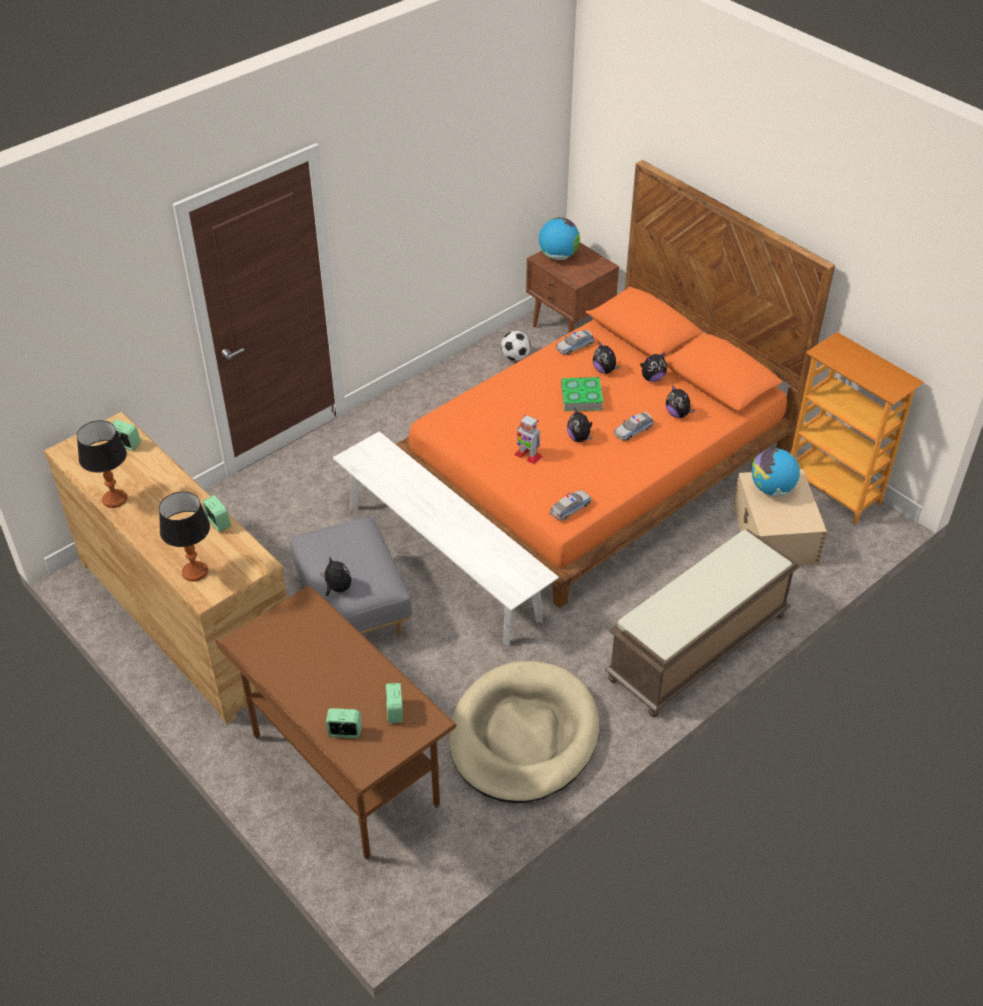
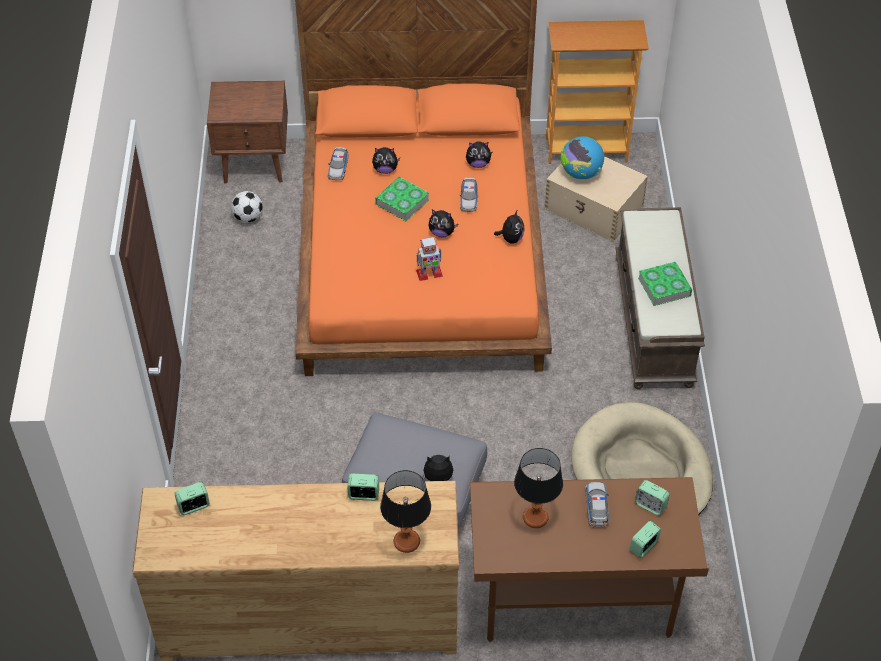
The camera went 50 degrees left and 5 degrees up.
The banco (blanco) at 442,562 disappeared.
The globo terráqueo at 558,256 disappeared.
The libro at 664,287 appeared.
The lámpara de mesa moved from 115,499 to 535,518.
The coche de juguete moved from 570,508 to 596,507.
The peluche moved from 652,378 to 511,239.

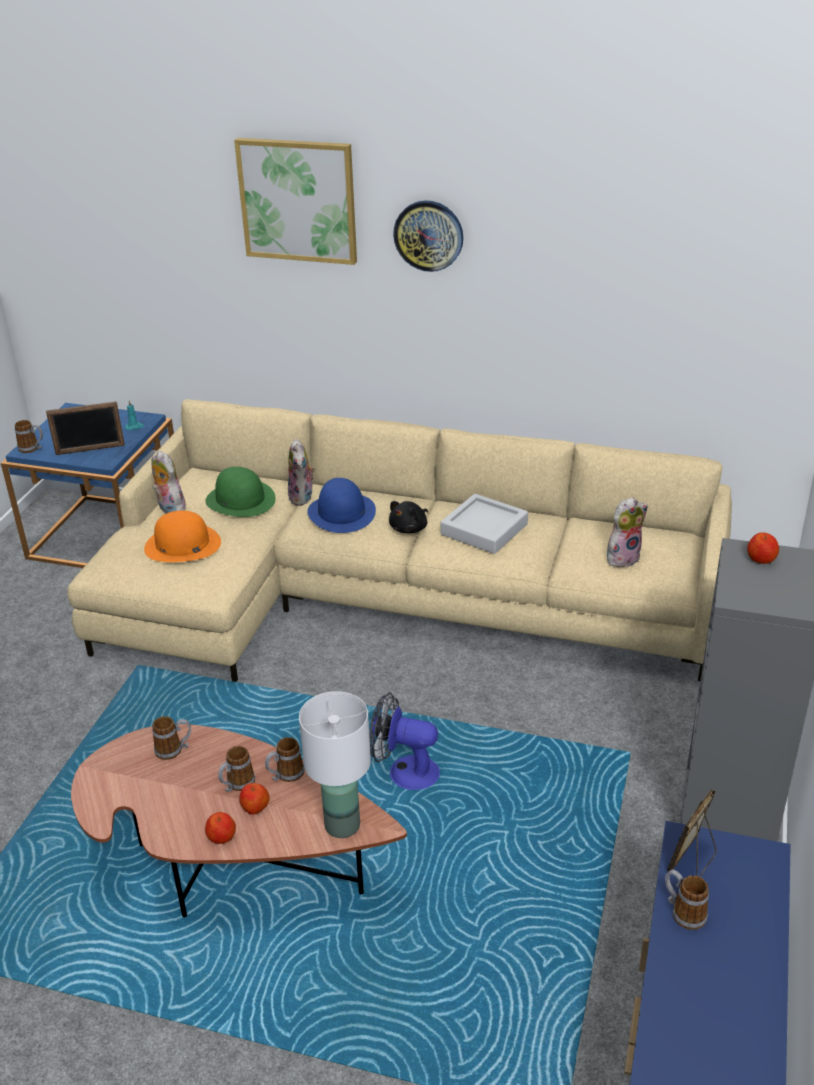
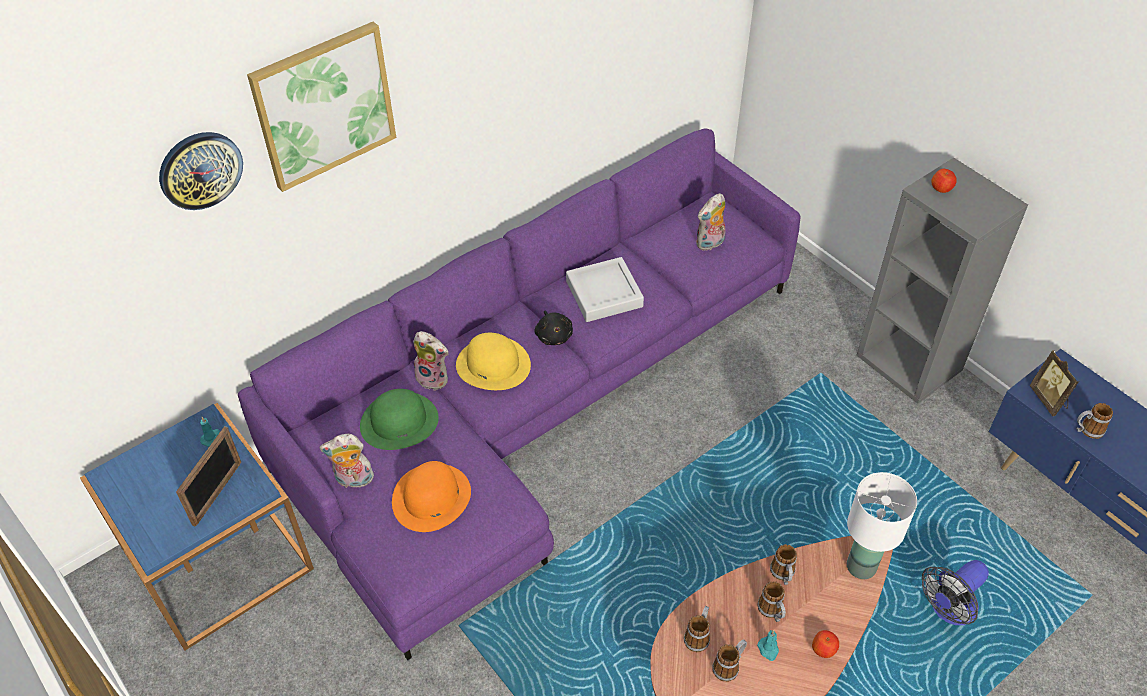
The camera went 55 degrees left and 15 degrees up.
The manzana at 255,807 disappeared.
The vela (turquesa) at 768,649 appeared.
The taza grande moved from 32,449 to 729,666.
The ventilador moved from 404,771 to 948,610.
The reloj de pared moved from 428,235 to 200,170.
The sofá (beis) at 386,599 became the sofá (morado) at 530,406.
The sombrero (azul) at 342,513 became the sombrero (amarillo) at 493,364.
The peluche at 623,557 turned 135 degrees counterclockwise.

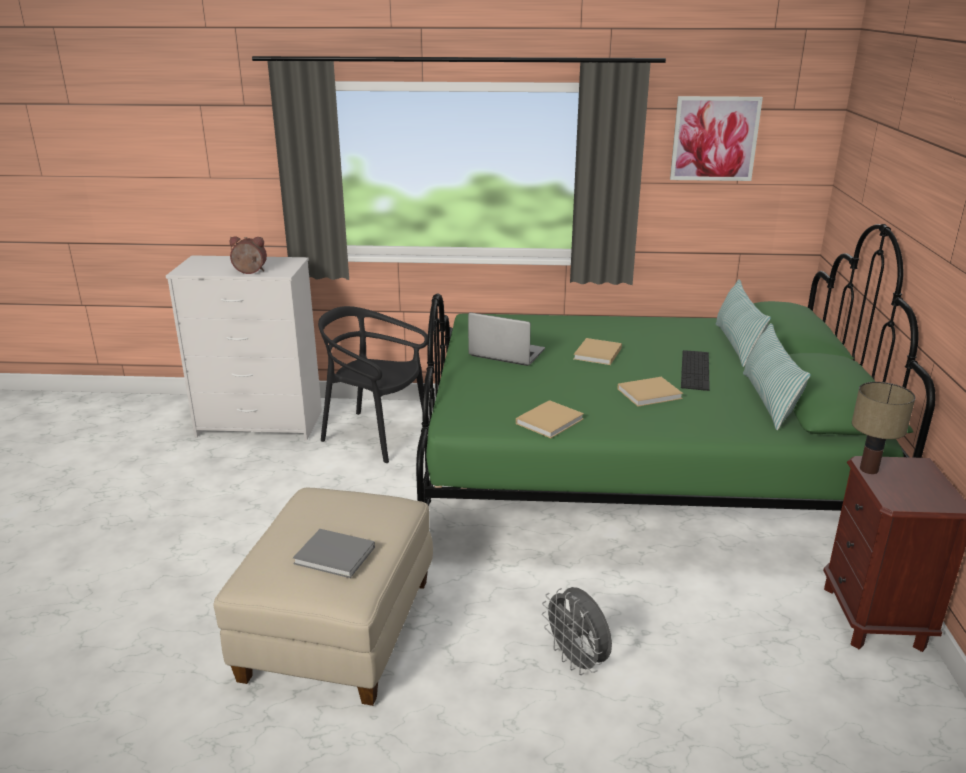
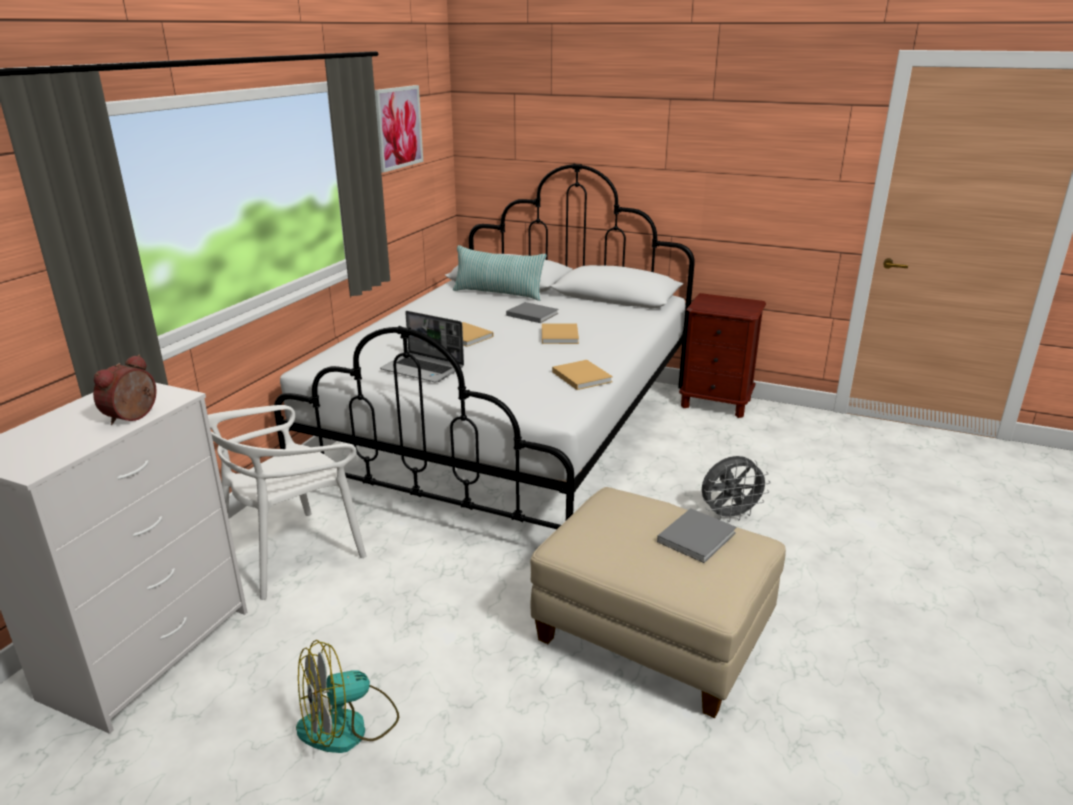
The camera went 70 degrees left and 0 degrees up.
The cojín at 768,400 disappeared.
The lámpara de mesa at 868,469 disappeared.
The ventilador at 348,725 appeared.
The teclado at 695,370 was replaced by the libro (gris) at 531,314.
The silla (negro) at 375,435 became the silla (blanco) at 293,554.
The cama (verde) at 633,480 became the cama (blanco) at 511,434.
The portátil at 505,353 turned 105 degrees counterclockwise.

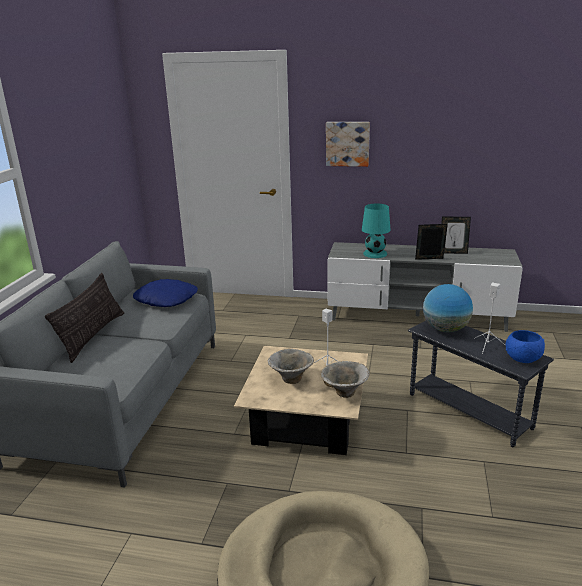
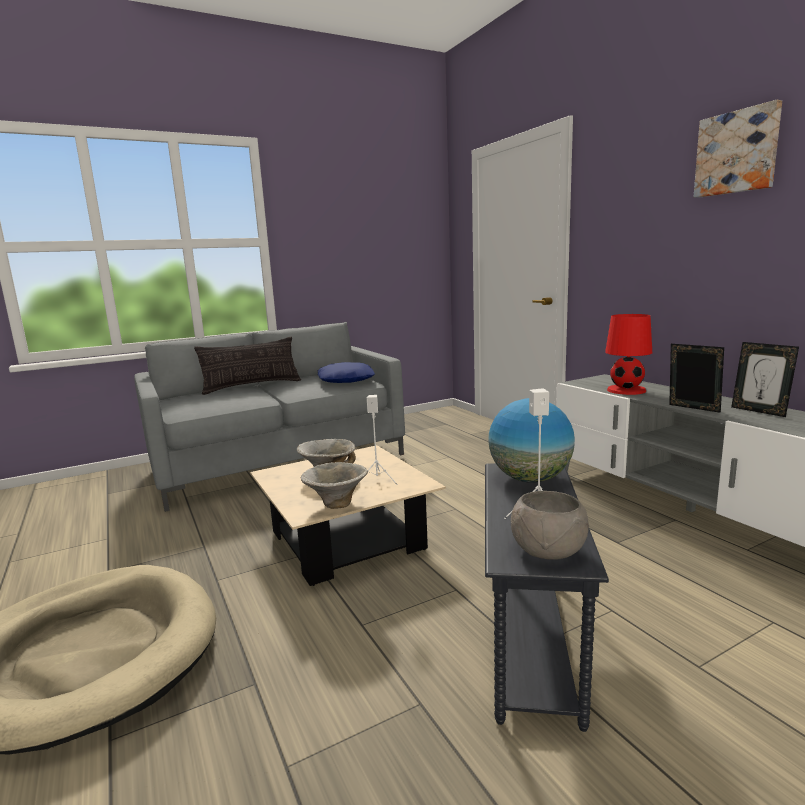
The camera went 50 degrees right and 10 degrees down.
The cuadro moved from 347,143 to 737,152.
The lámpara de mesa (turquesa) at 375,254 became the lámpara de mesa (rojo) at 626,390.
The cuenco (azul) at 523,359 became the cuenco (gris) at 549,552.

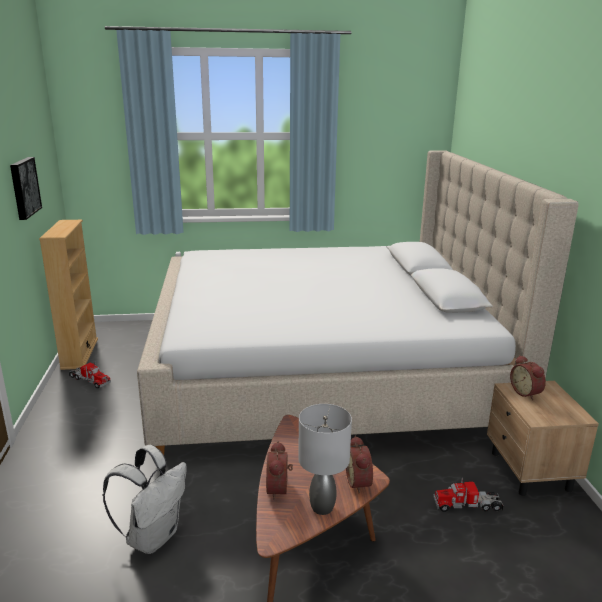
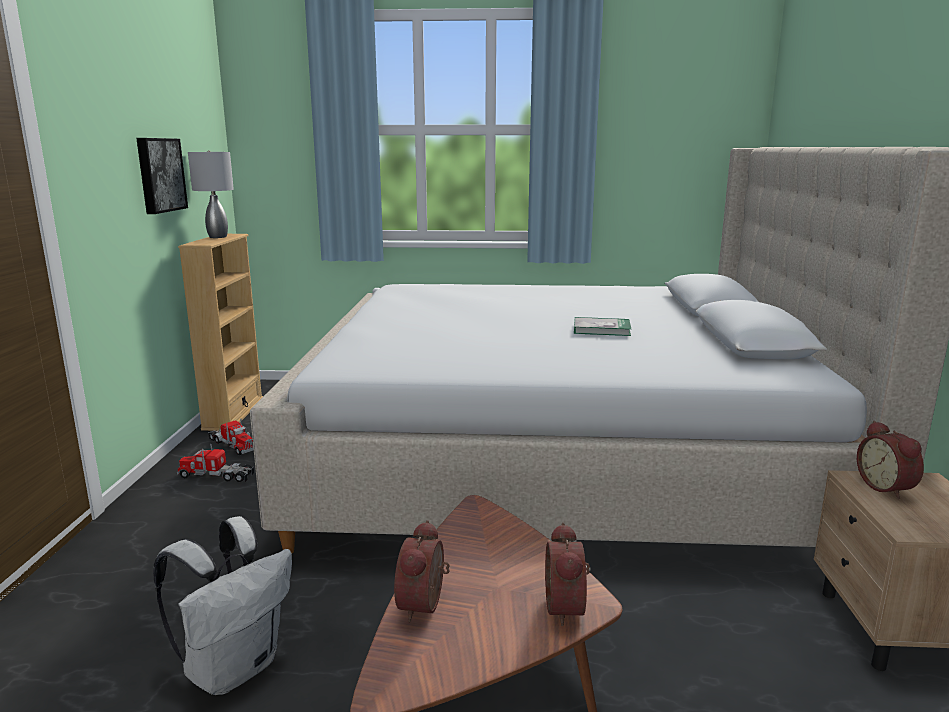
The camera went 10 degrees right and 5 degrees down.
The libro at 601,329 appeared.
The lámpara de mesa (gris) moved from 322,507 to 218,237.
The camión de juguete moved from 467,505 to 216,475.

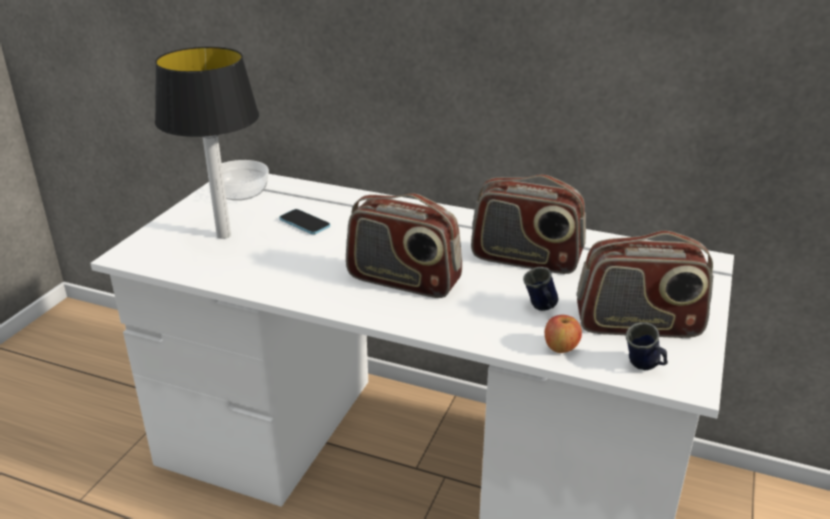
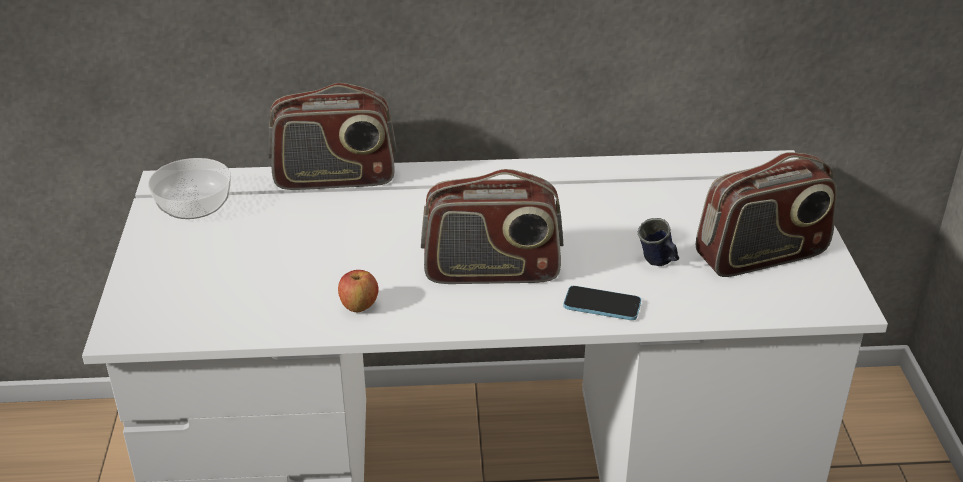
The camera went 25 degrees left and 5 degrees up.
The lámpara de mesa at 225,235 disappeared.
The taza grande (azul) at 644,367 disappeared.
The móvil moved from 304,223 to 602,305.
The radio moved from 525,259 to 335,178.
The manzana moved from 560,348 to 359,306.

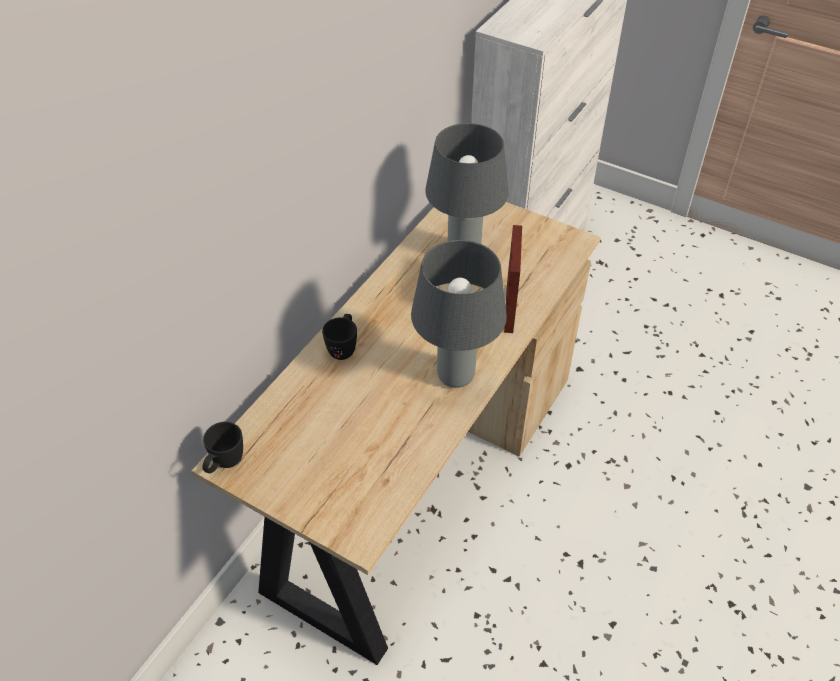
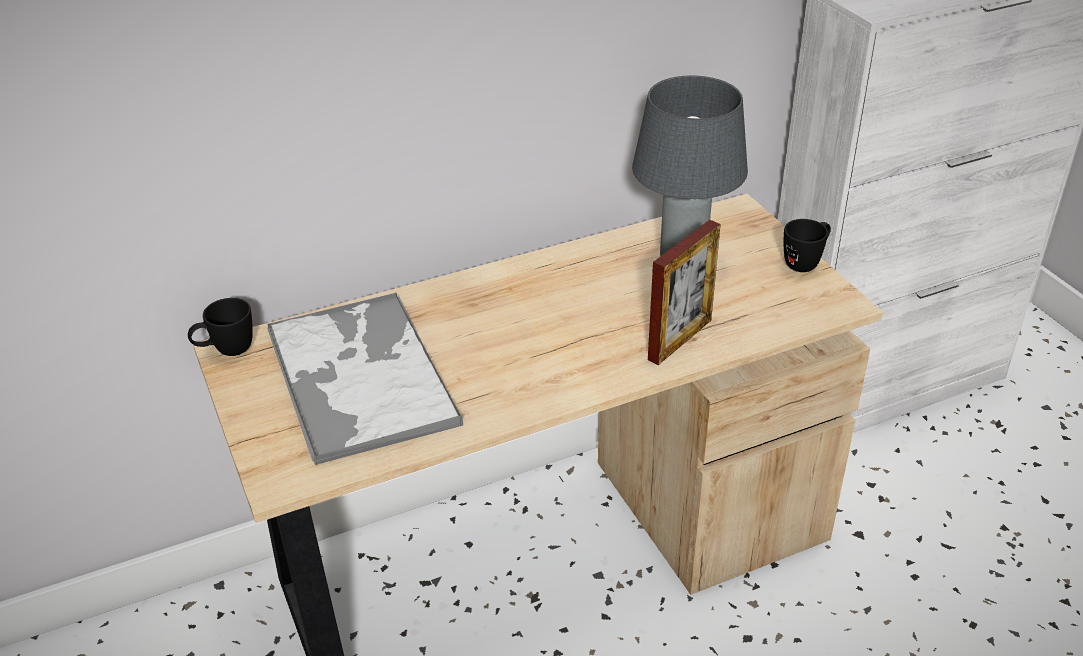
The camera went 35 degrees right and 10 degrees down.
The lámpara de mesa (gris) at 455,377 disappeared.
The bandeja at 359,375 appeared.
The taza grande (negro) moved from 343,348 to 805,263.

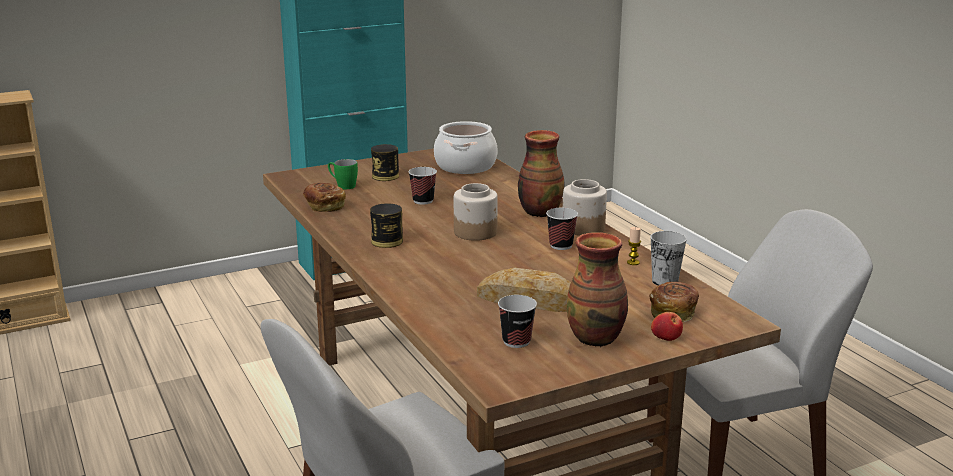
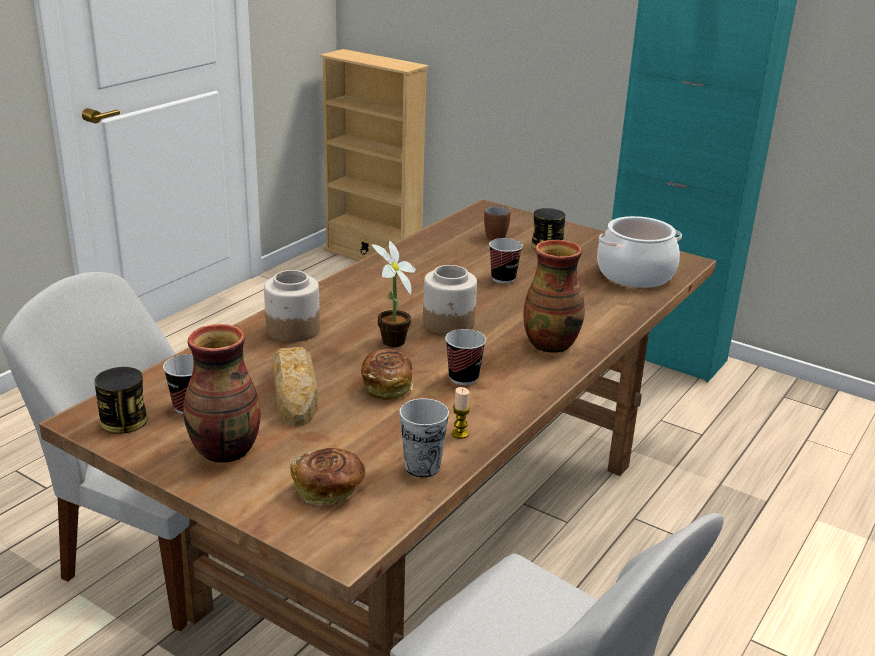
The camera went 60 degrees right and 5 degrees up.
The manzana at 666,337 disappeared.
The planta en maceta at 391,343 appeared.
The pan moved from 324,206 to 387,386.
The lata moved from 387,241 to 124,421.
The tarro moved from 583,228 to 292,330.
The taza grande (verde) at 342,185 became the taza grande (marrón) at 495,235.

